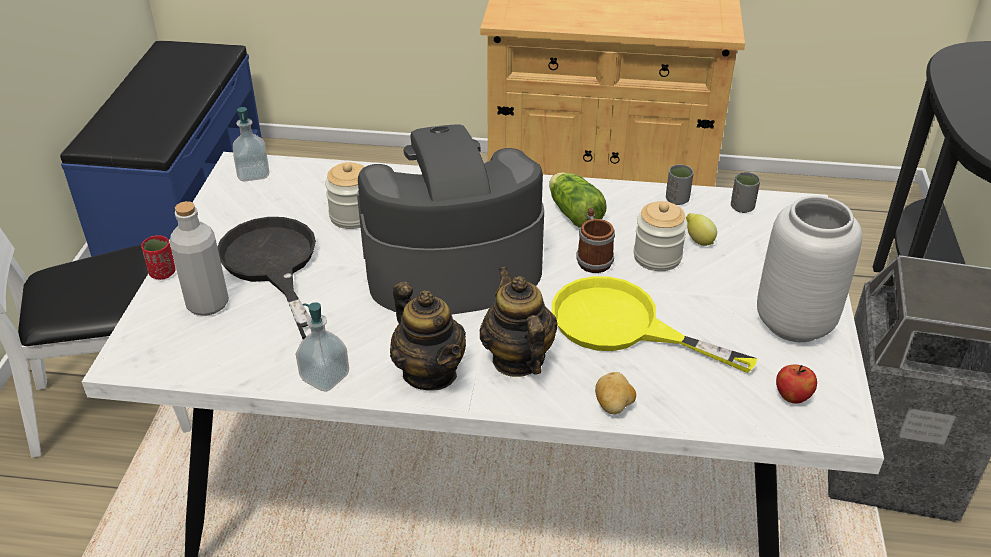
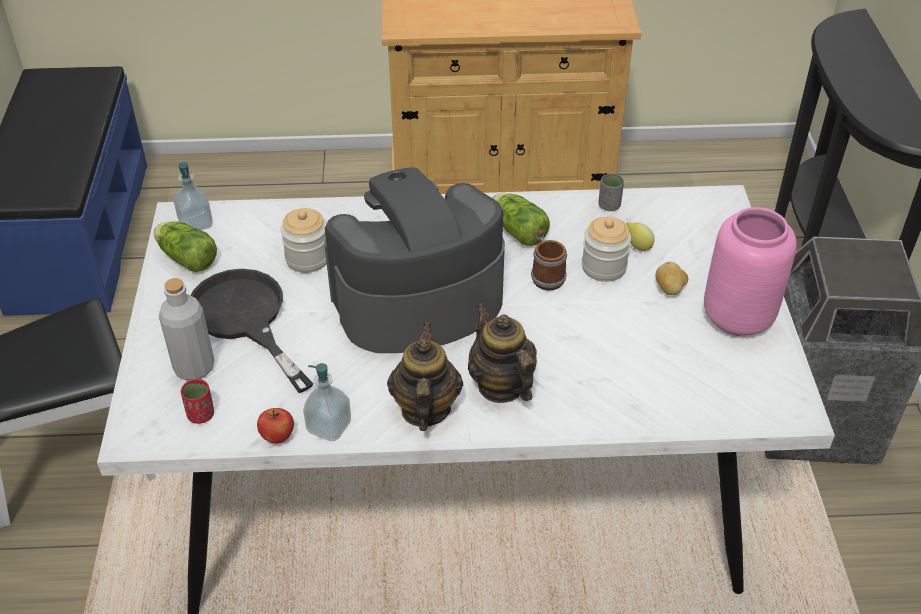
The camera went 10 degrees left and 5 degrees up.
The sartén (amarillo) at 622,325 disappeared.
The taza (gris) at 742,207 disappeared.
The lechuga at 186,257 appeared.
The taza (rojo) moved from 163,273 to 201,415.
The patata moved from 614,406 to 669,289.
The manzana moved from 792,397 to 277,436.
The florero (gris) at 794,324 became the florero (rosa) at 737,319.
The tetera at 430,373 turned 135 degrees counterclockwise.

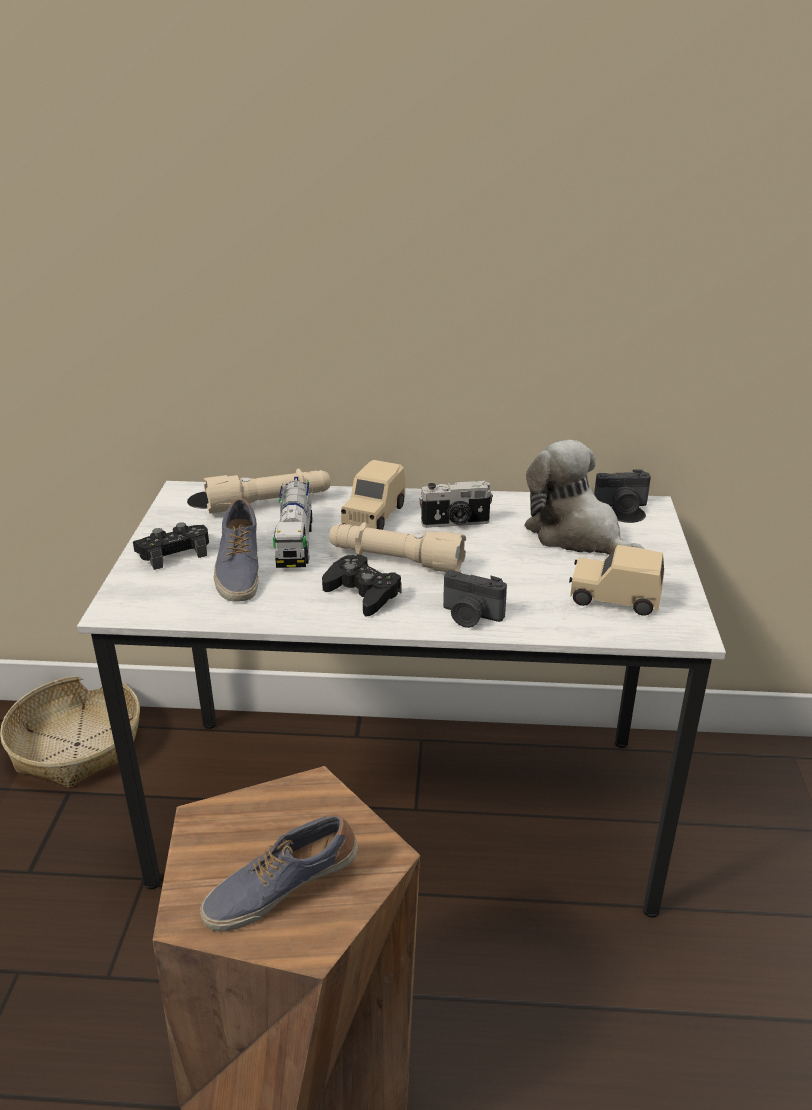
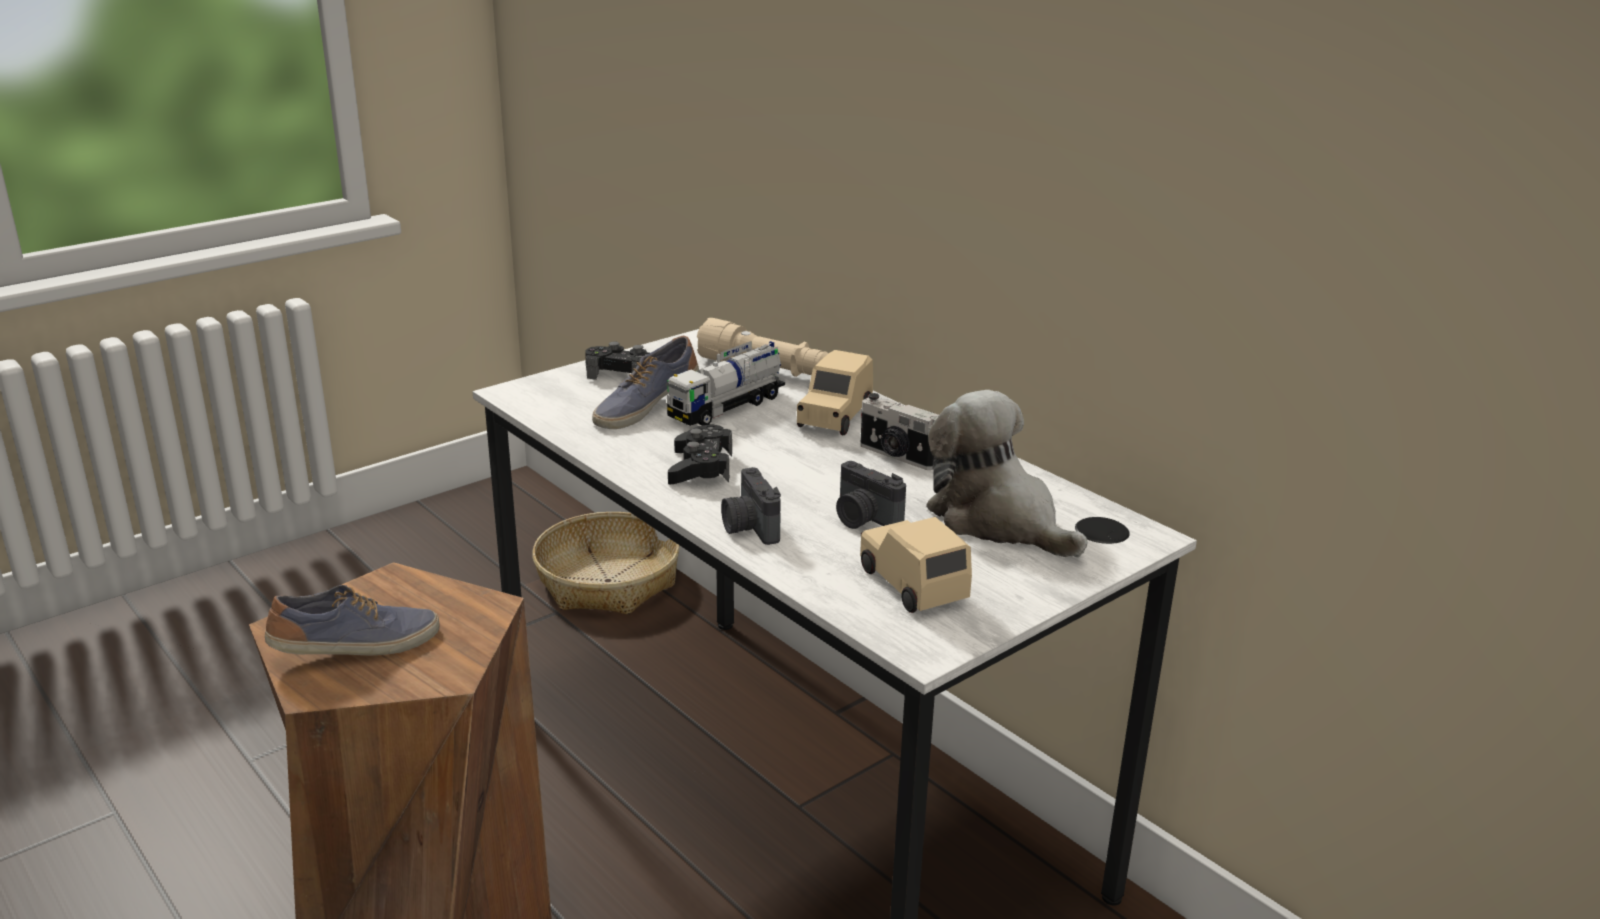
The camera went 45 degrees right and 5 degrees down.
The linterna (beis) at 395,560 disappeared.
The cámara moved from 621,507 to 863,519.
The zapato at 280,888 turned 135 degrees clockwise.
The coche de juguete (beis) at 373,516 turned 45 degrees counterclockwise.
The peluche at 577,535 turned 45 degrees counterclockwise.

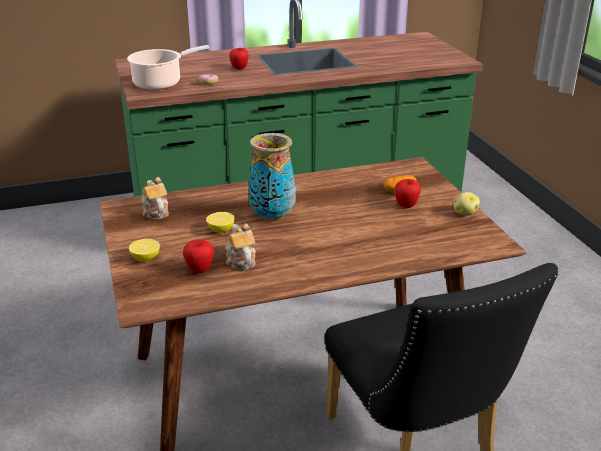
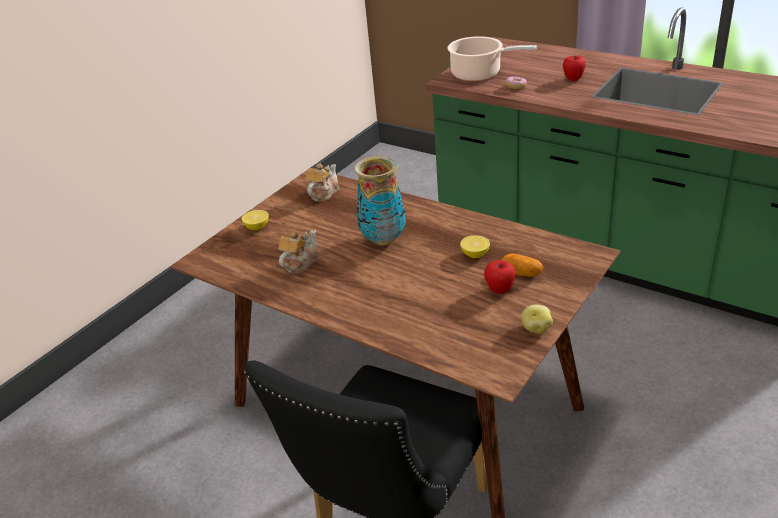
The camera went 55 degrees right and 5 degrees up.
The manzana at 199,269 disappeared.
The limón moved from 221,230 to 475,254.

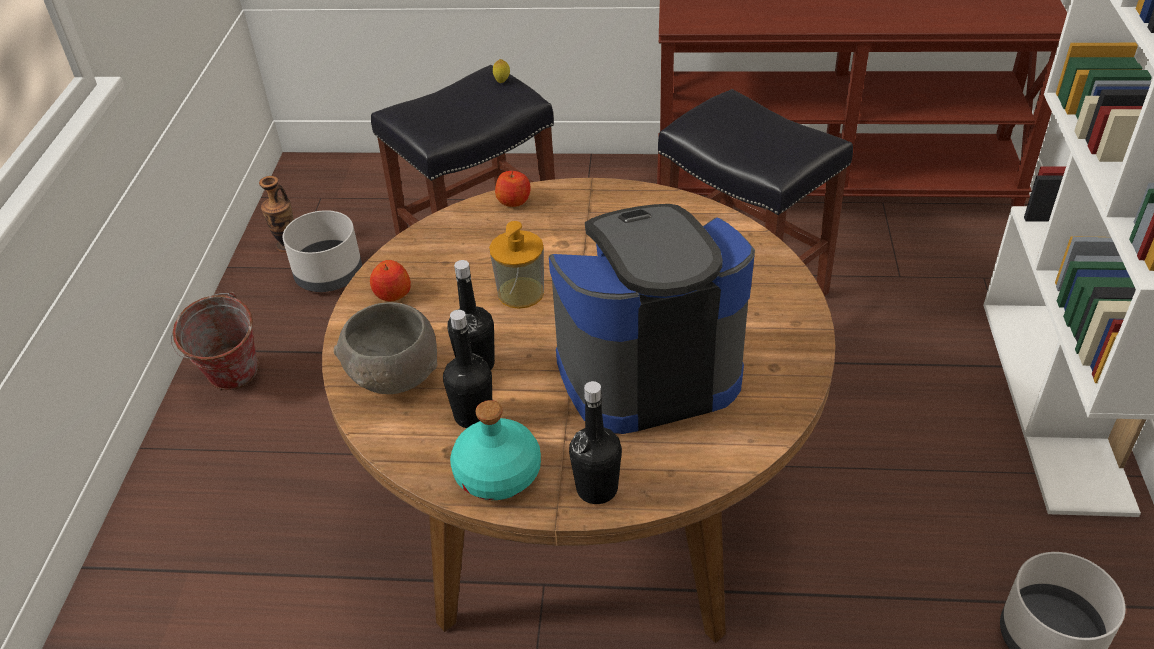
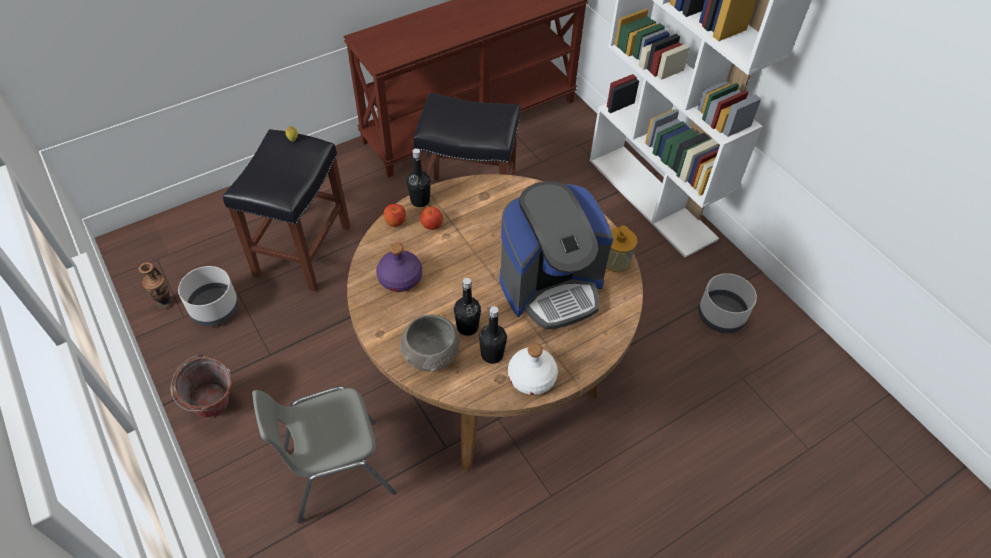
The camera went 40 degrees left and 10 degrees up.
The silla (gris) at 336,471 appeared.
The botella (morado) at 400,278 appeared.
The manzana moved from 392,294 to 432,224.
The dispensador de jabón moved from 521,293 to 616,261.
The botella (negro) moved from 597,489 to 420,200.
The botella (turquesa) at 497,474 became the botella (blanco) at 531,378.
The cafetera at 647,370 turned 150 degrees counterclockwise.

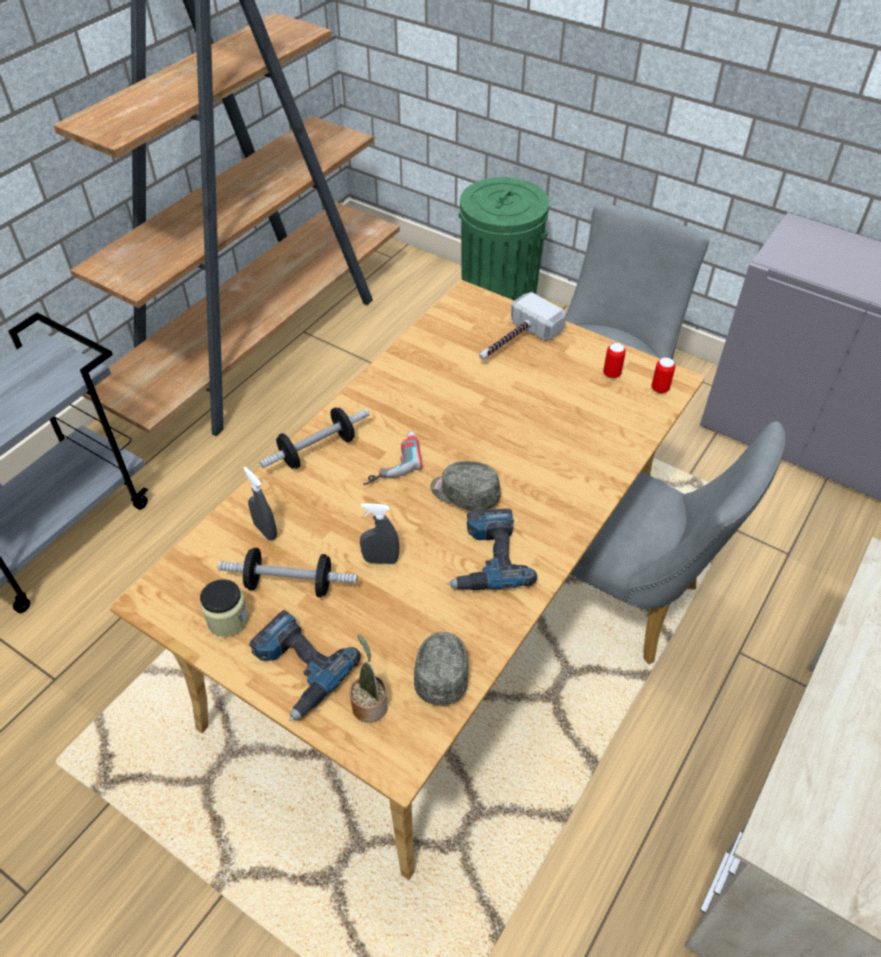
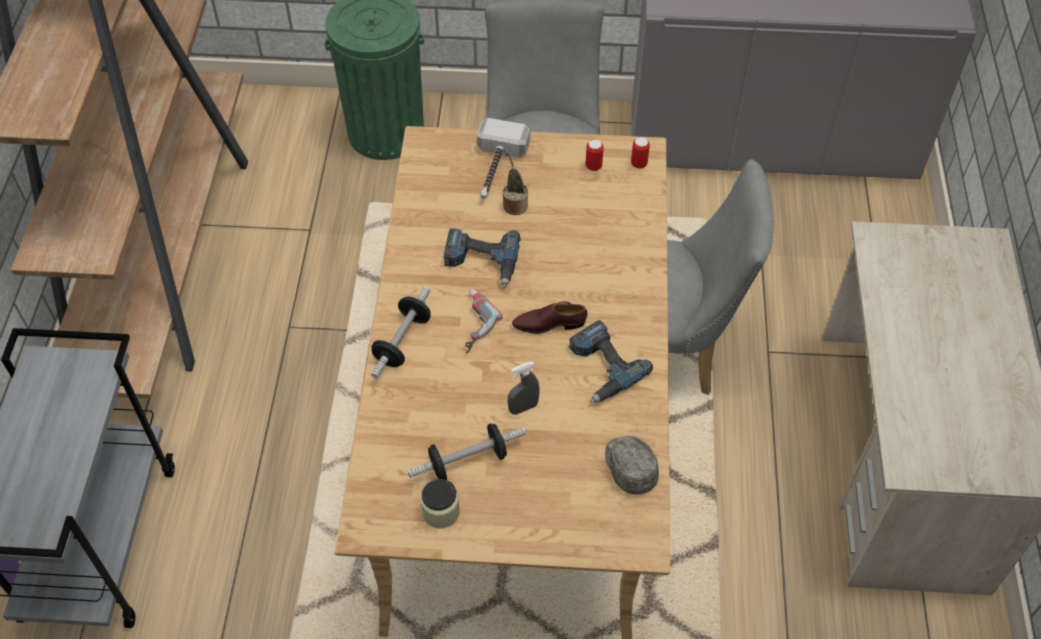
The camera went 30 degrees left and 5 degrees up.
The pulverizador (gris) at 265,531 disappeared.
The taladro moved from 297,669 to 481,261.
The planta en maceta moved from 369,703 to 514,204.
The gorra (gris) at 464,494 was replaced by the zapato (marrón) at 549,324.

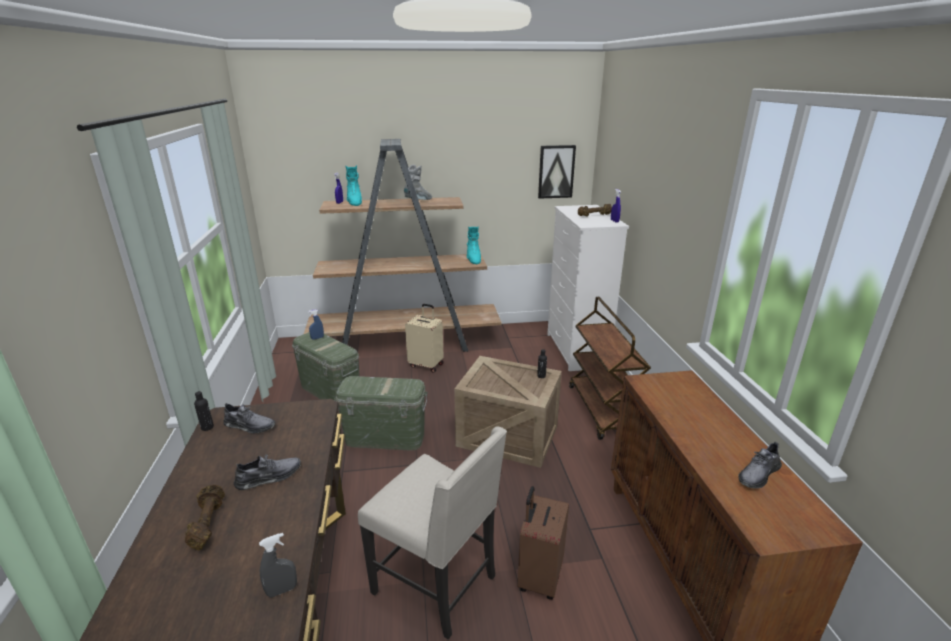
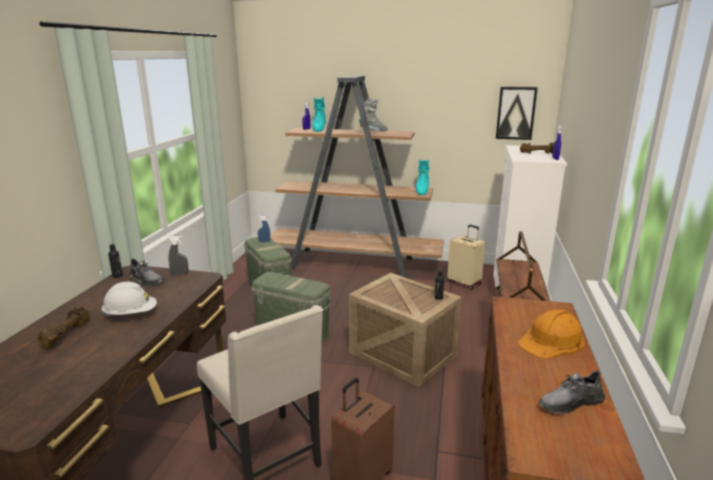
The camera went 20 degrees right and 5 degrees down.
The casco (naranja) at 551,341 appeared.
The pulverizador (gris) moved from 282,590 to 180,274.
The maleta (beis) moved from 426,365 to 465,283.
The zapato (gris) at 269,477 was replaced by the casco (blanco) at 131,314.

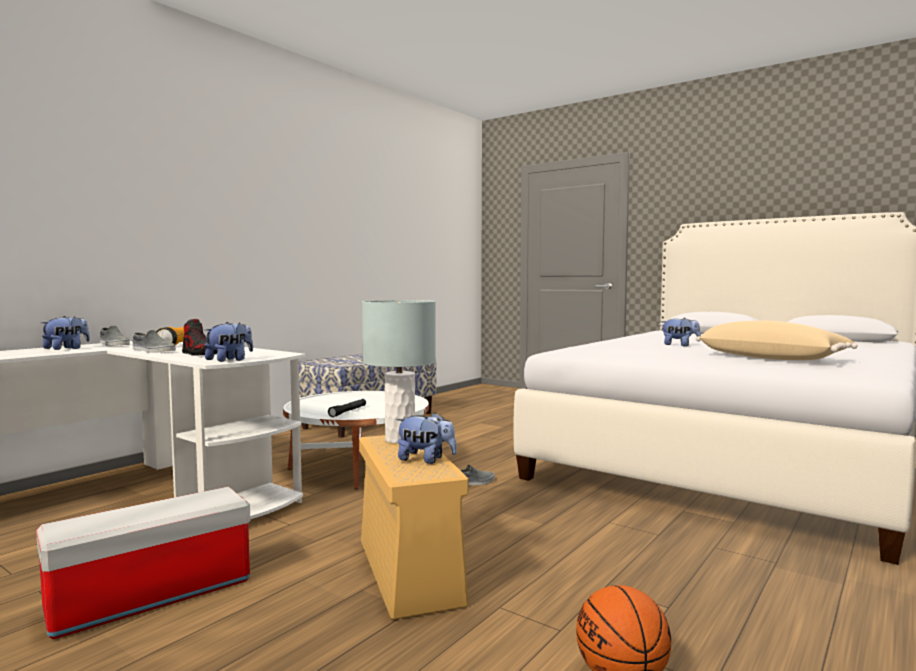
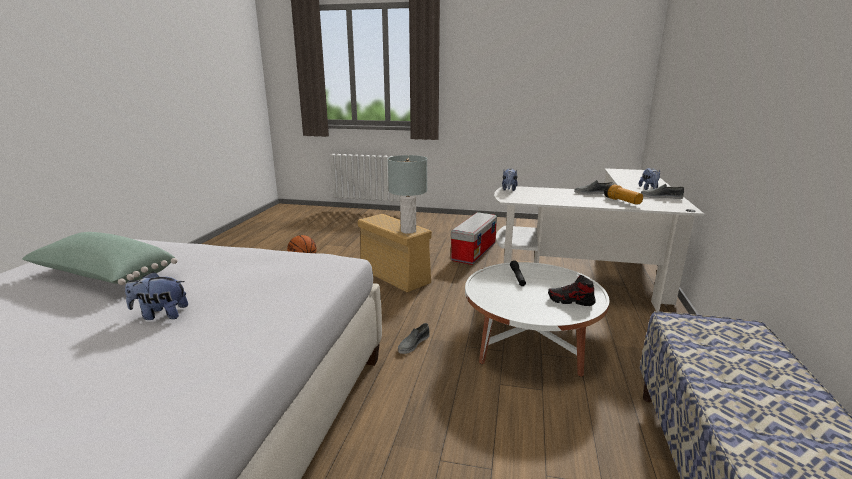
The camera went 155 degrees right and 15 degrees up.
The peluche at 426,460 disappeared.
The zapato moved from 199,353 to 570,301.
The cojín (beis) at 772,358 became the cojín (verde) at 104,276.

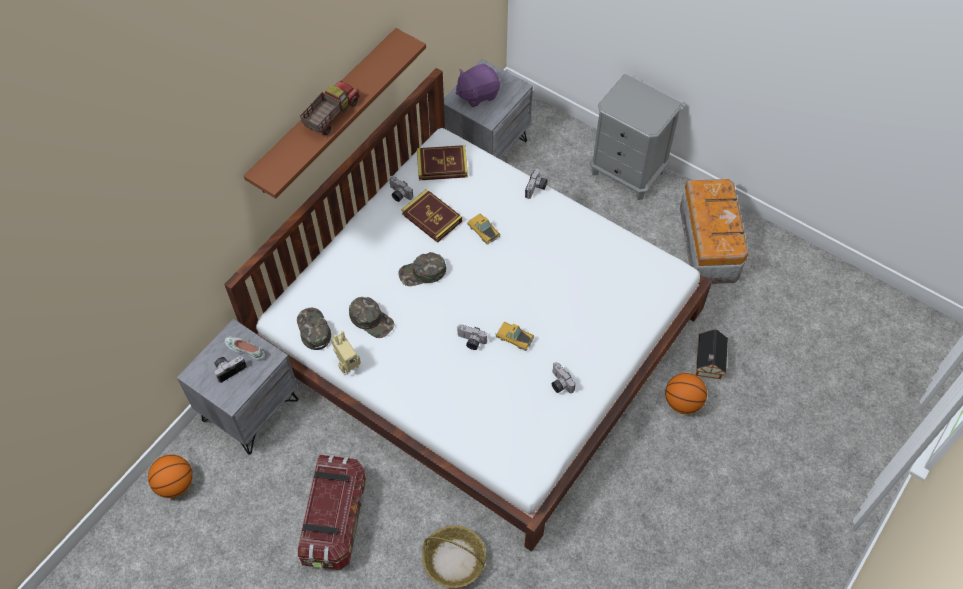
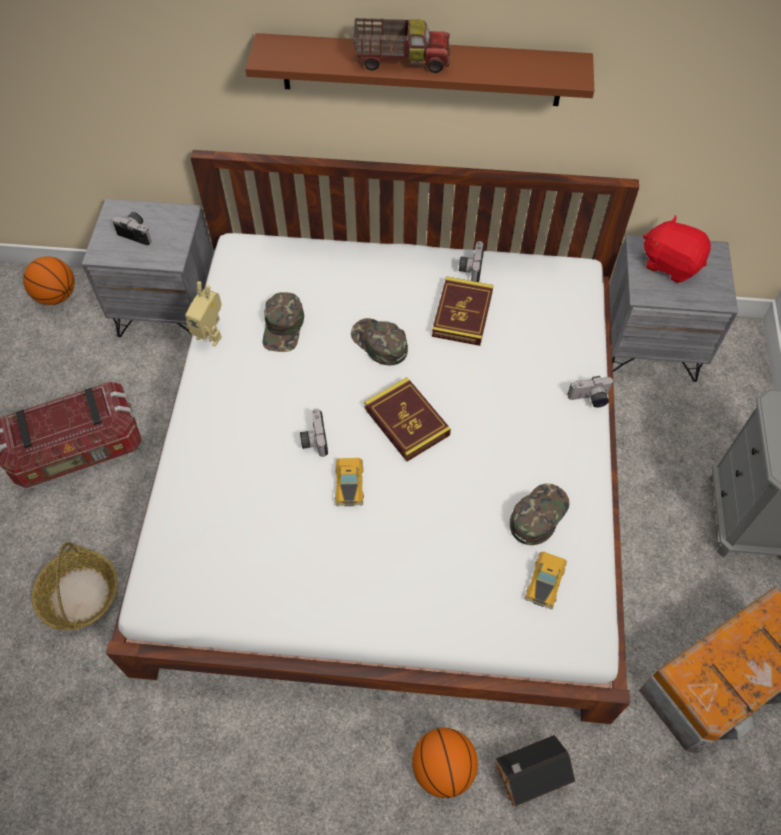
The camera went 60 degrees right and 0 degrees up.
The zapato (blanco) at 245,349 disappeared.
The cámara at 559,383 disappeared.
The gorra (verde) moved from 313,329 to 538,514.
The libro moved from 442,165 to 406,421.
The coche de juguete moved from 483,230 to 546,580.
The peluche (morado) at 477,94 became the peluche (rojo) at 670,263.

